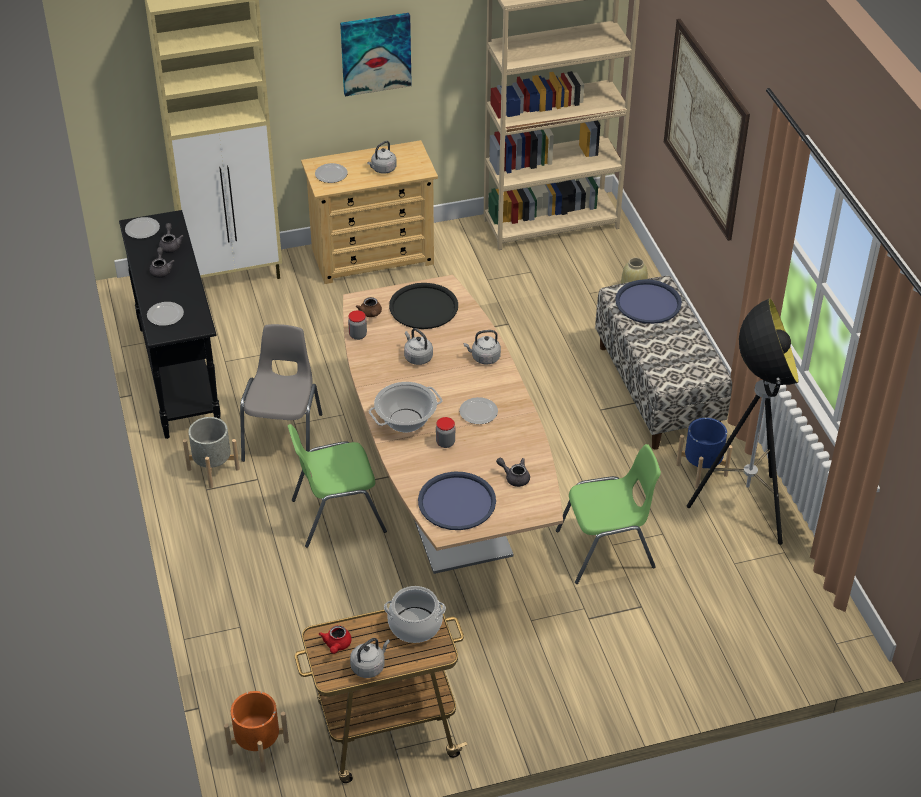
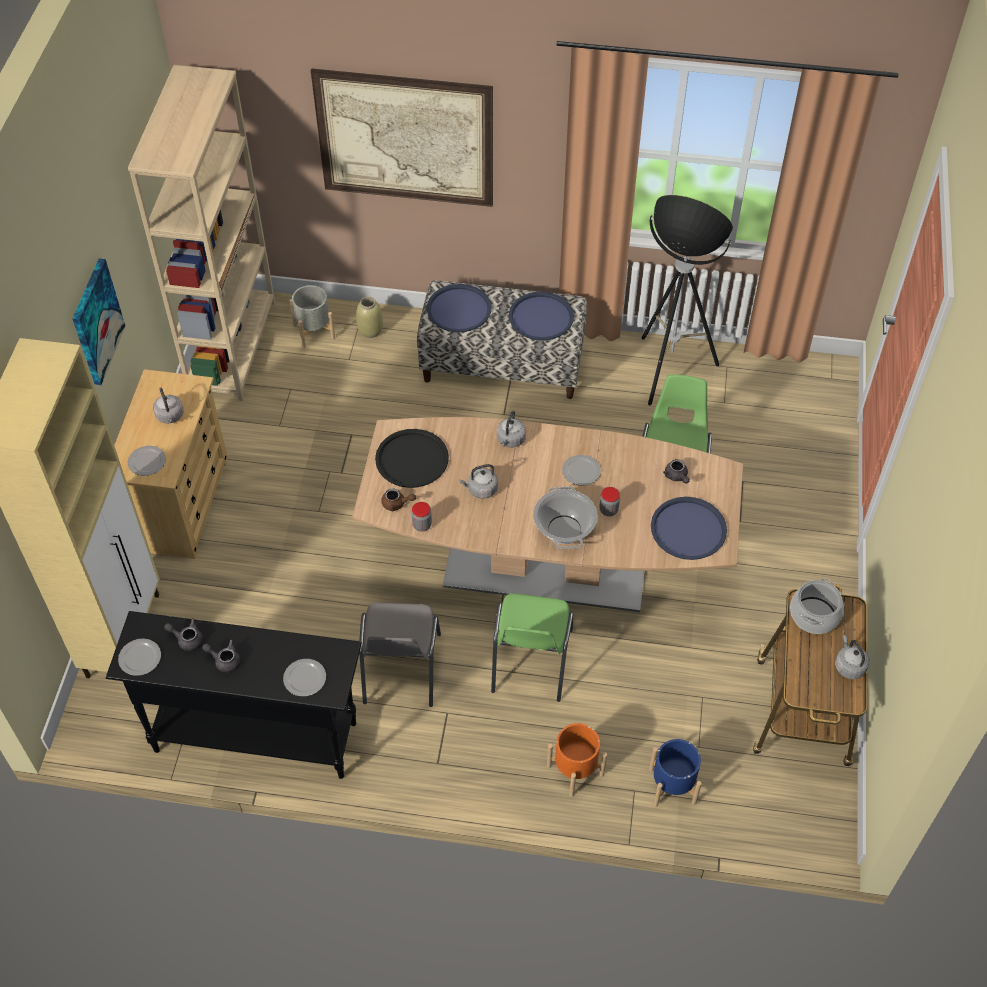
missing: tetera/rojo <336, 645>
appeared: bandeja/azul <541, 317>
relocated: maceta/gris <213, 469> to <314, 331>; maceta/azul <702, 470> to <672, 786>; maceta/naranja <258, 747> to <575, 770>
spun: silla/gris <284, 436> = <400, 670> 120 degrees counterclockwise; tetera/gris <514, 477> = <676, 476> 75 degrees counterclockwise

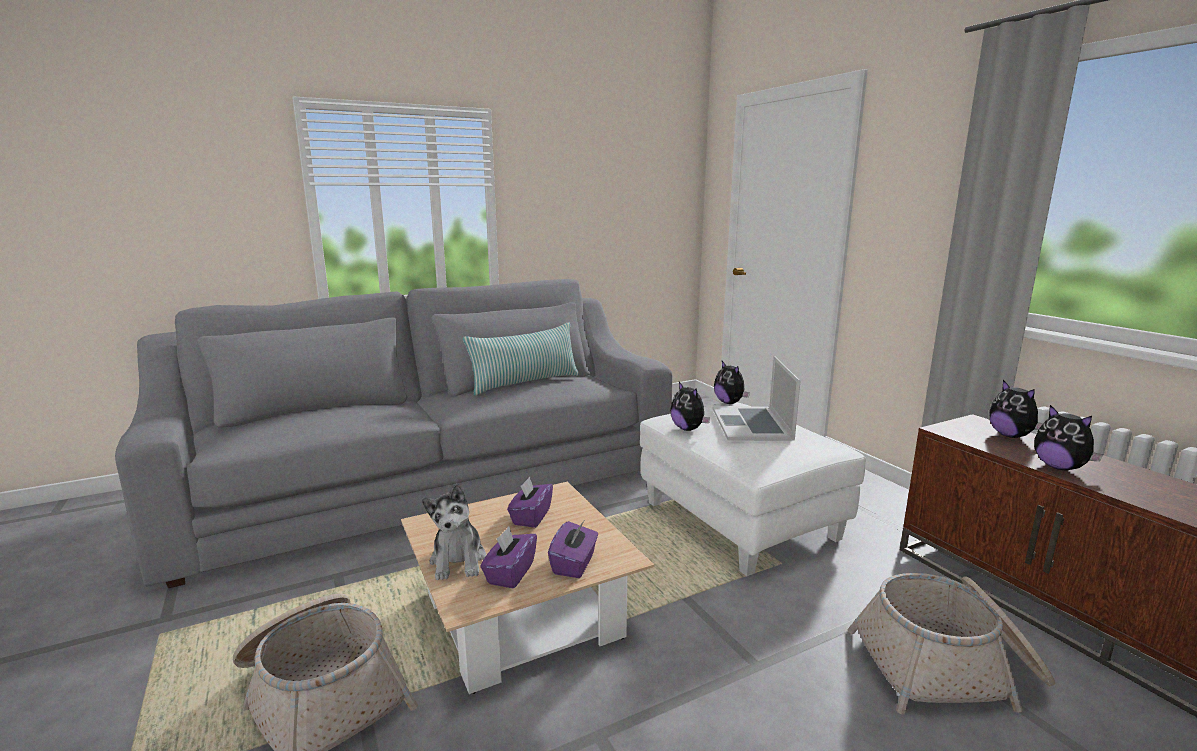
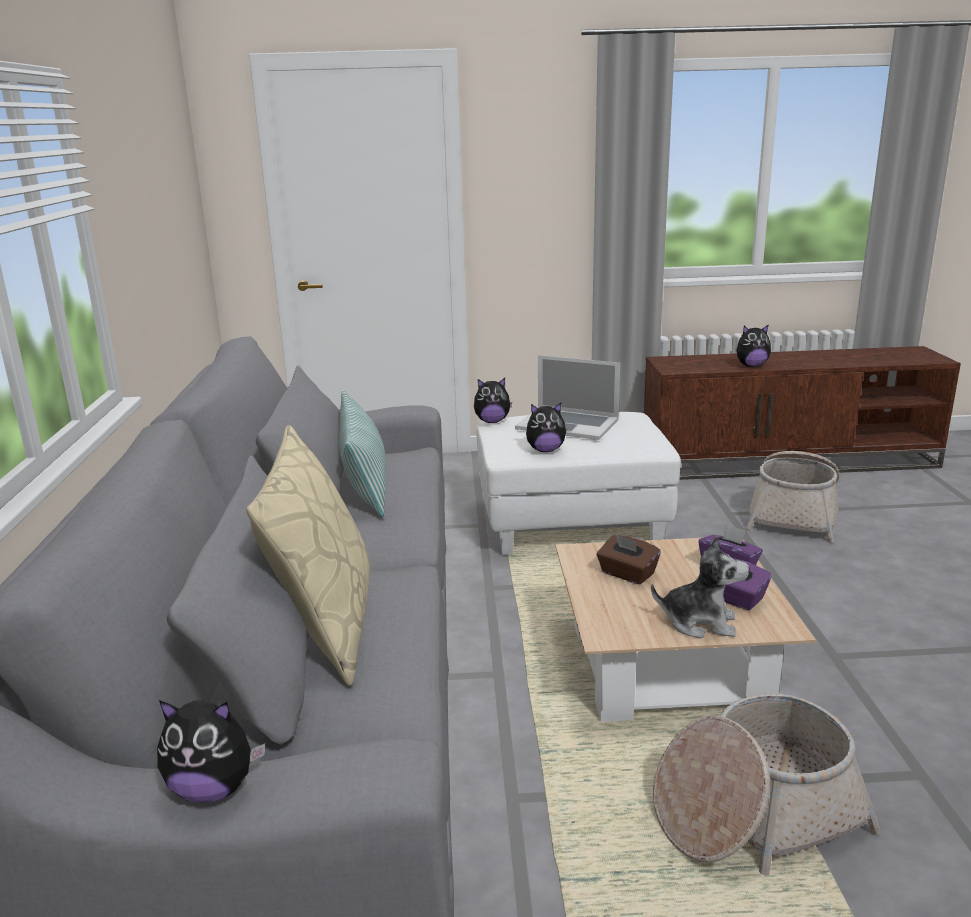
appeared: cojín/beis <325, 625>
relocated: peluche <1011, 436> to <213, 789>
colour: caja de pañuelos/morado <531, 517> to caja de pañuelos/marrón <627, 574>

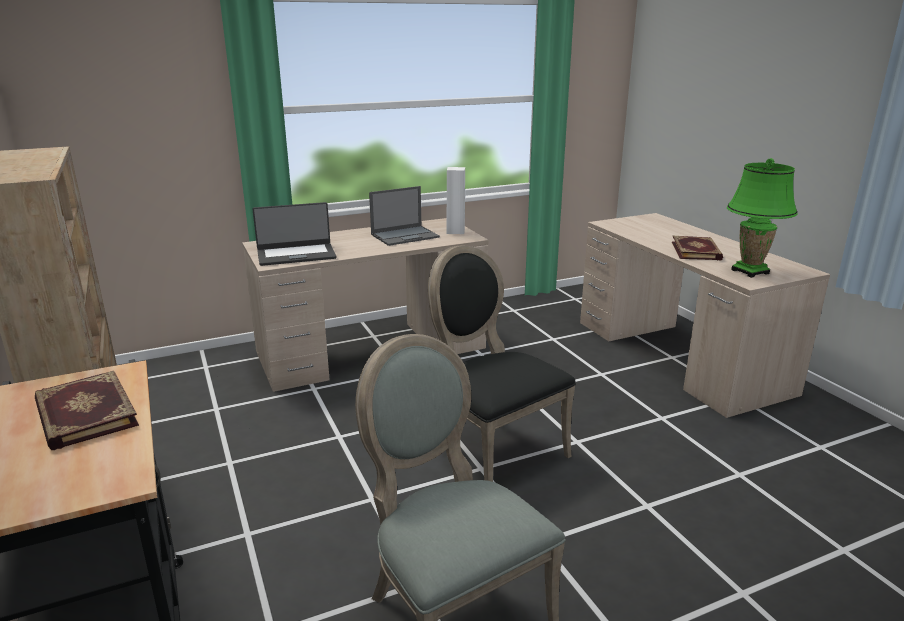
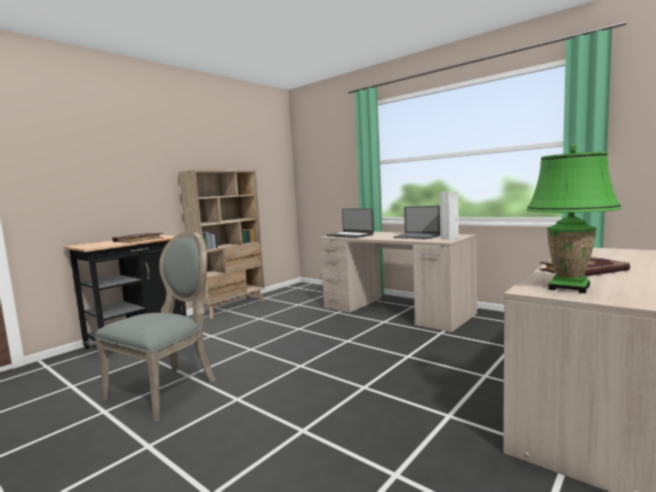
missing: silla/negro <493, 449>

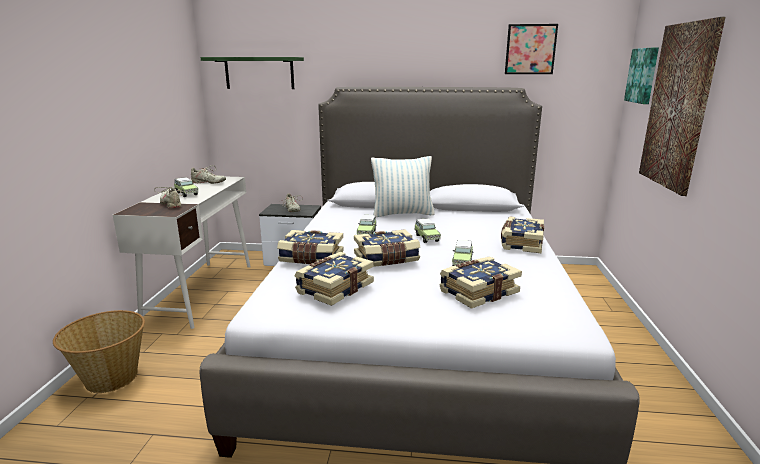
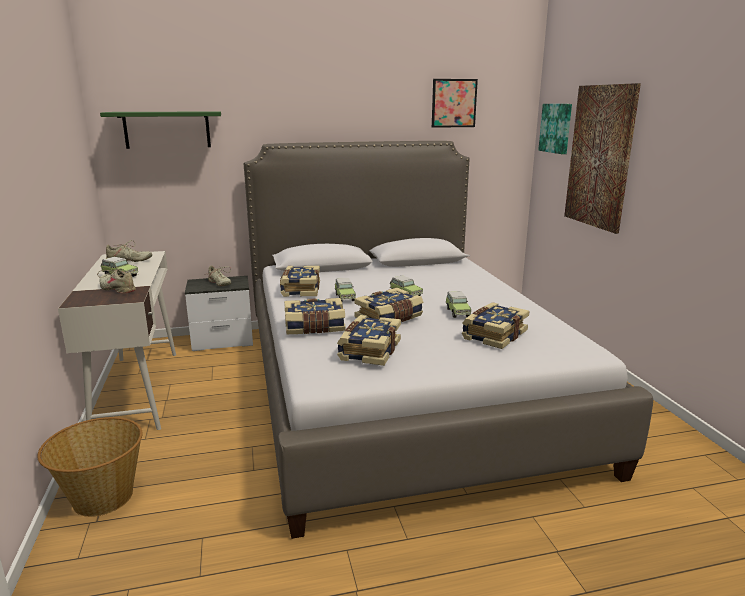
missing: cojín <402, 214>
relocated: libro <521, 243> to <300, 289>

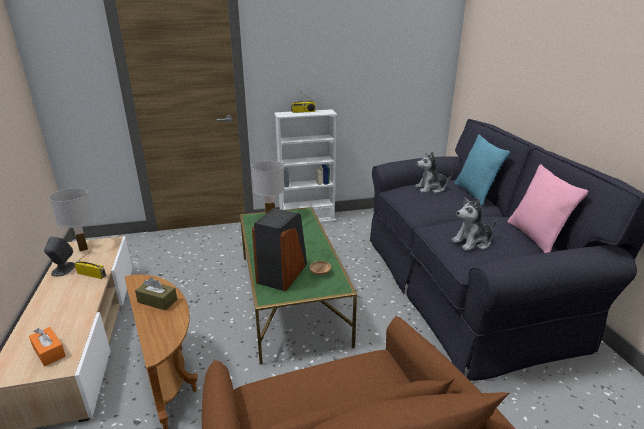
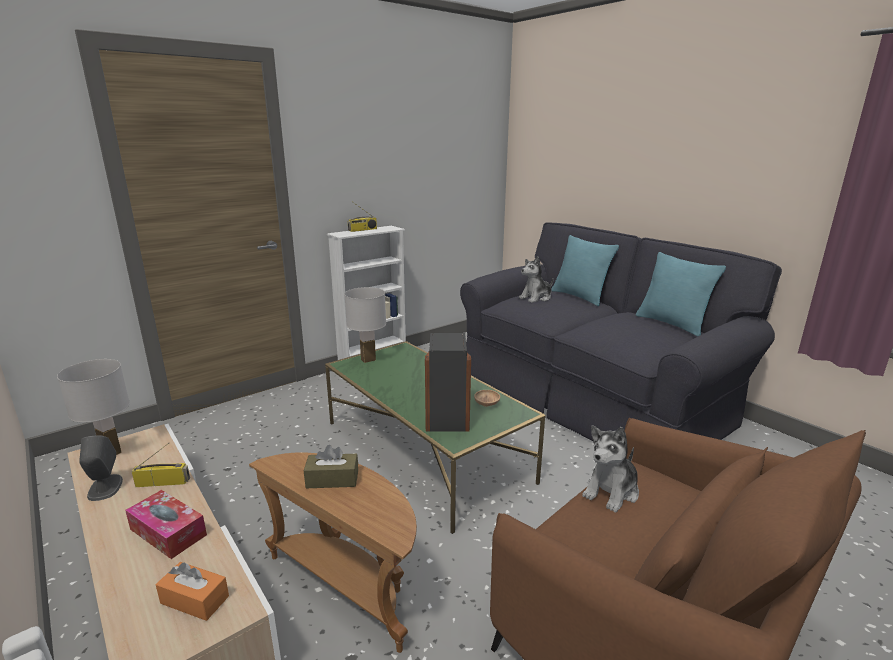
appeared: caja de pañuelos <168, 532>
relocated: peluche <472, 242> to <611, 491>
colour: cojín/rosa <535, 237> to cojín/turquesa <671, 324>

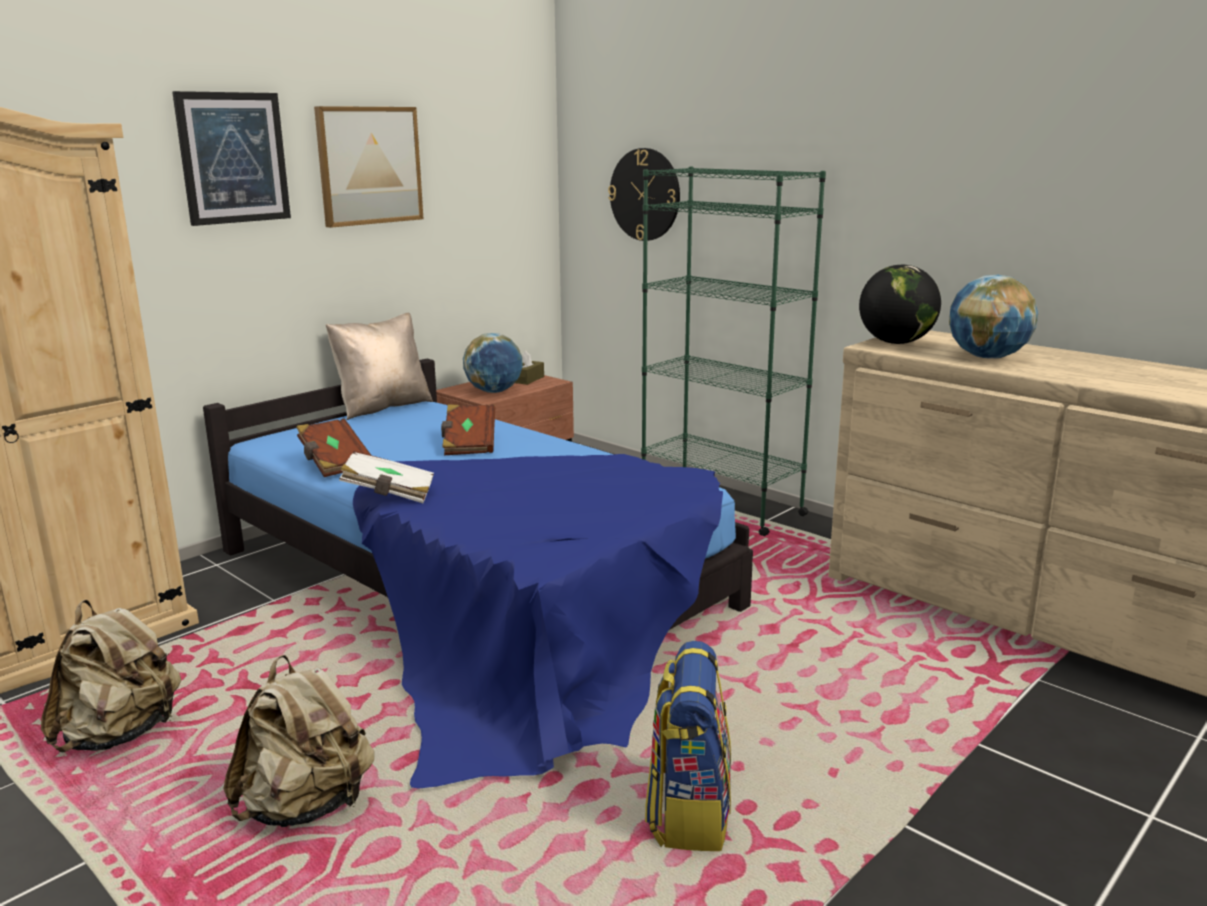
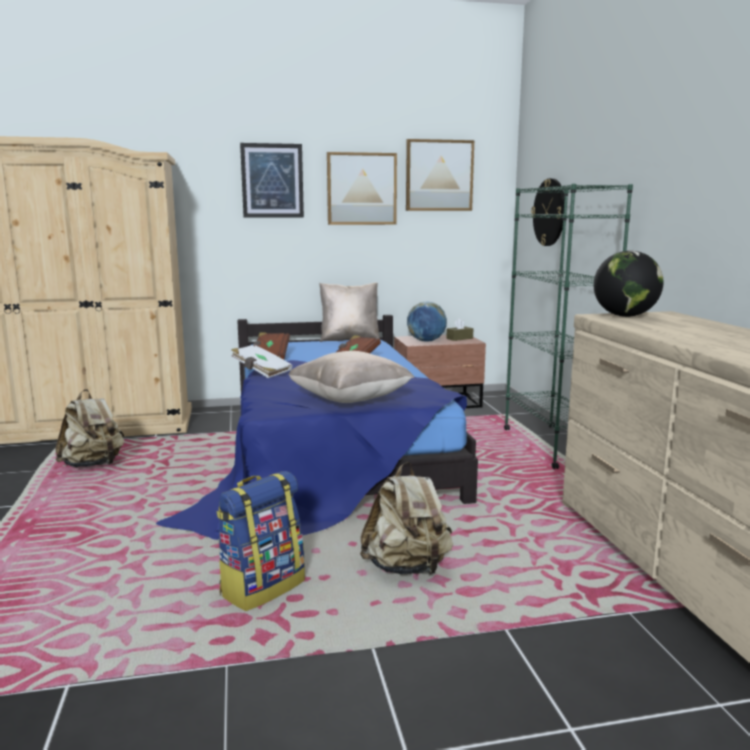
missing: globo terráqueo <987, 357>
appeared: cuadro <439, 175>; cojín/beis <350, 400>
relocated: mochila/beis <307, 806> to <407, 568>

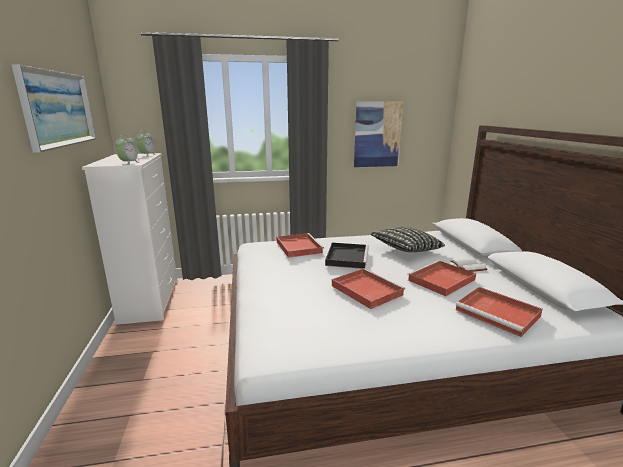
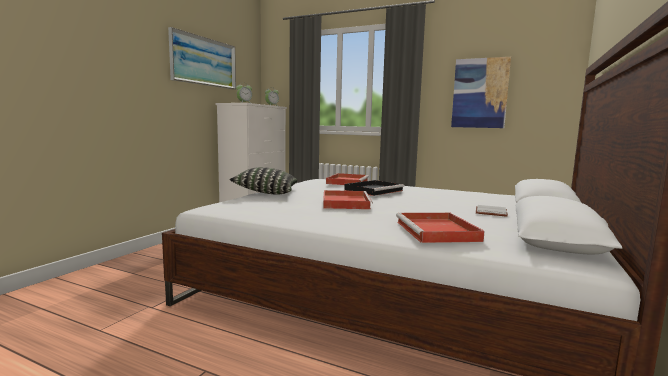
missing: bandeja/rojo <441, 280>
relocated: cojín <405, 250> to <266, 193>

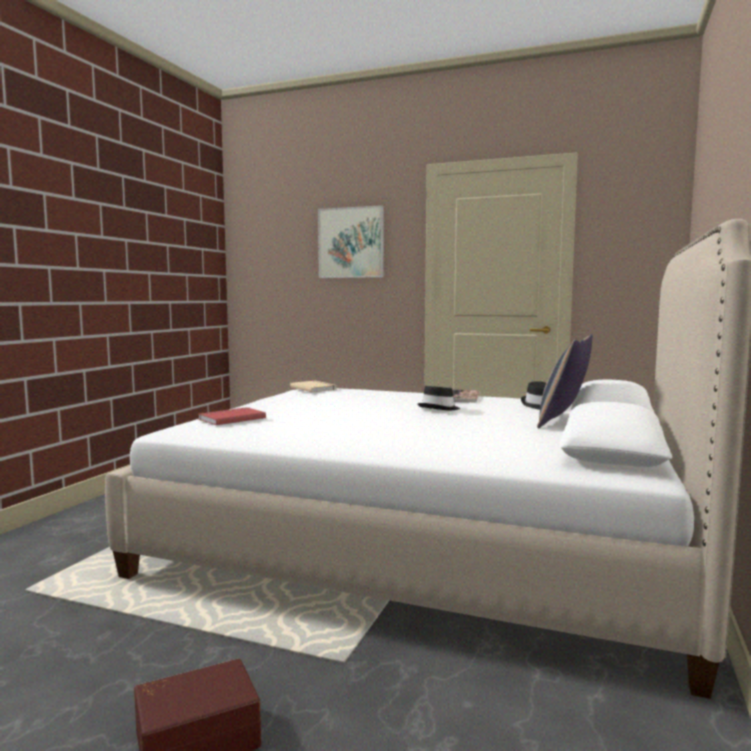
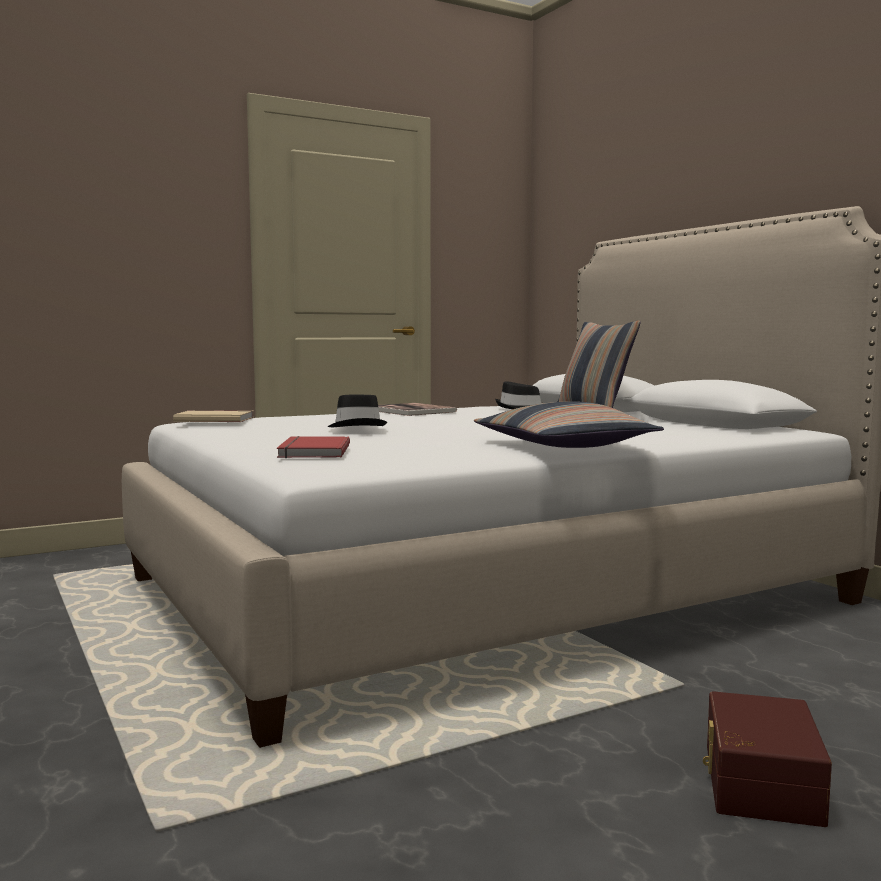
missing: cuadro <351, 242>
appeared: cojín <564, 446>
relocated: sombrero/negro <440, 408> to <357, 427>

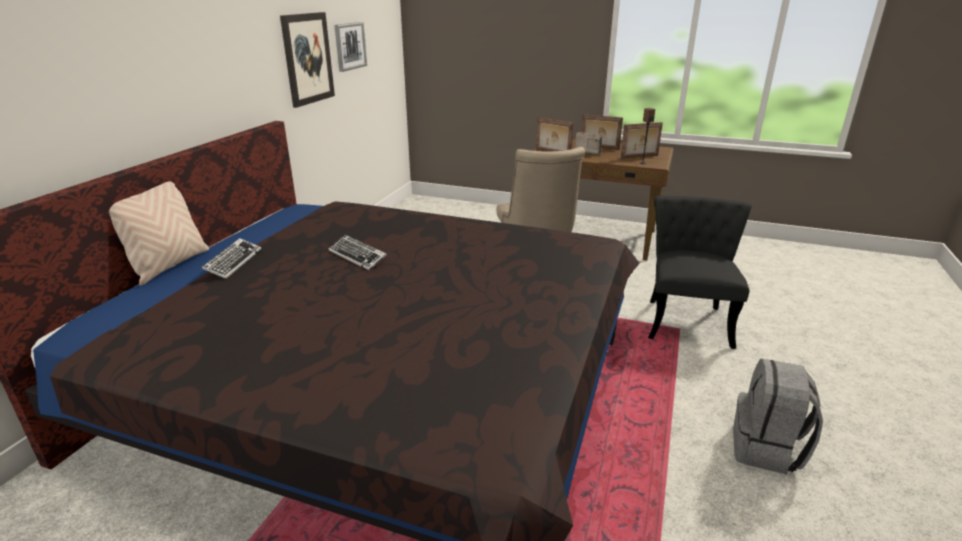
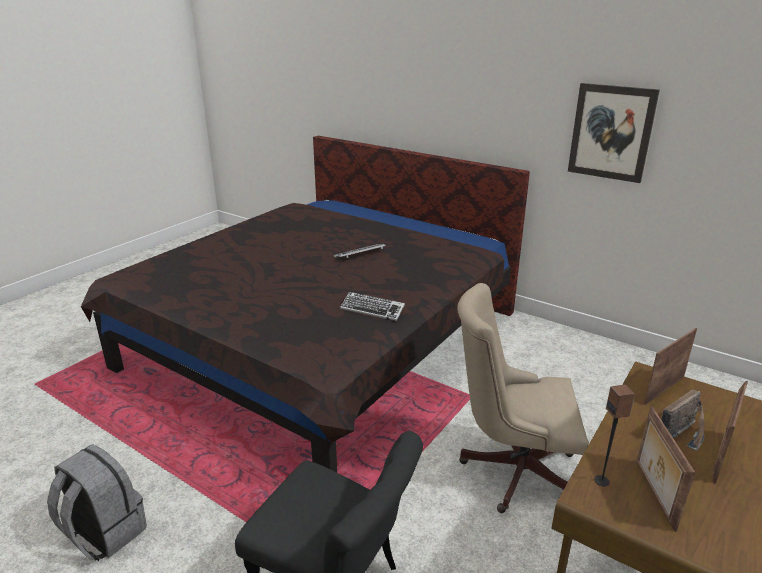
missing: cuadro <350, 46>; cojín/beis <169, 265>
relocated: teclado <233, 262> to <372, 310>

